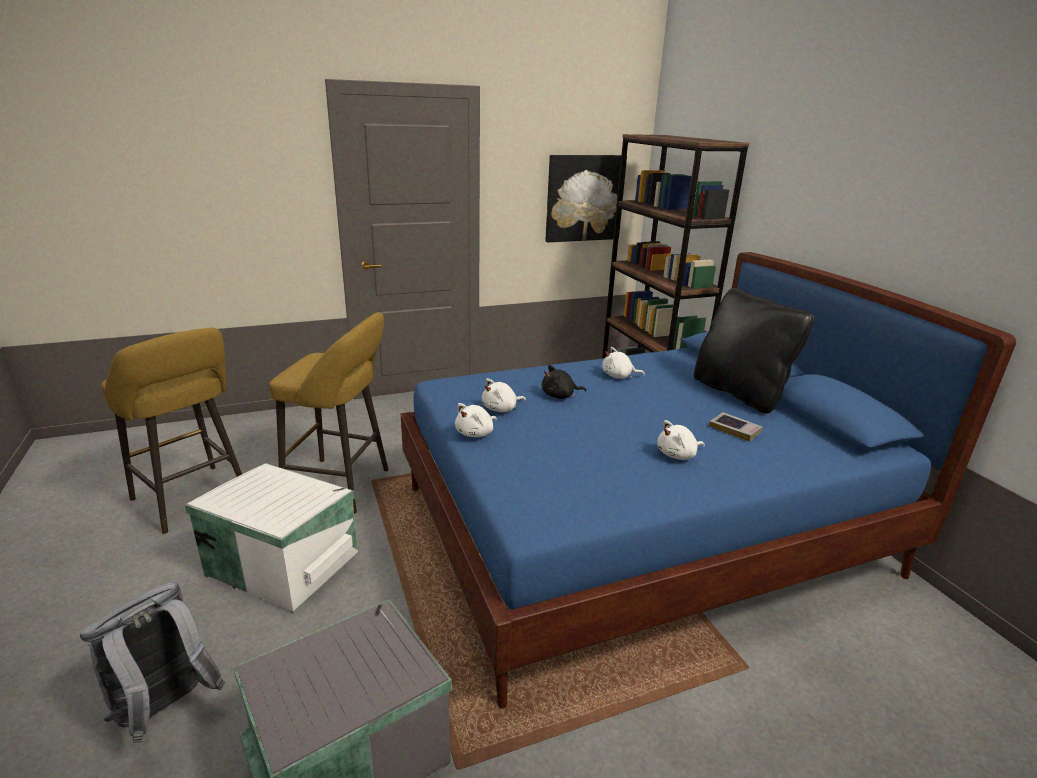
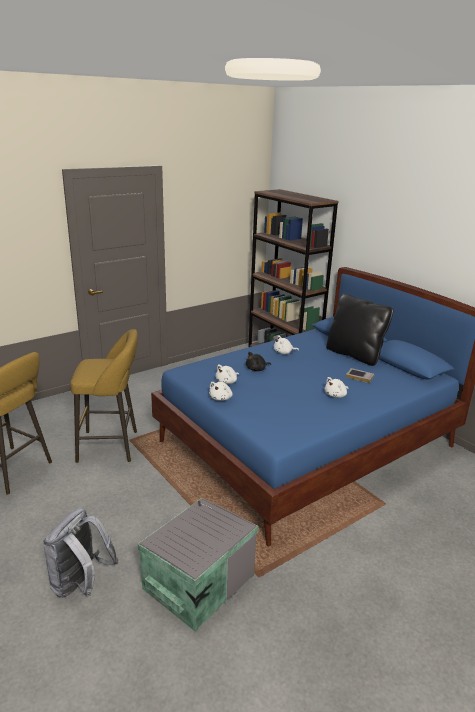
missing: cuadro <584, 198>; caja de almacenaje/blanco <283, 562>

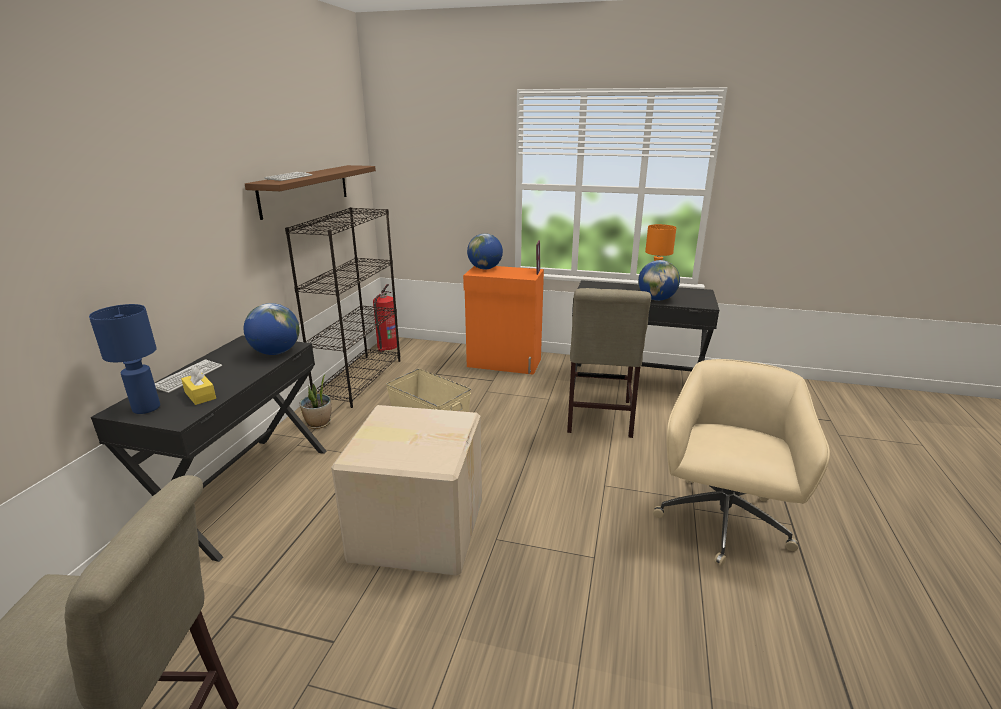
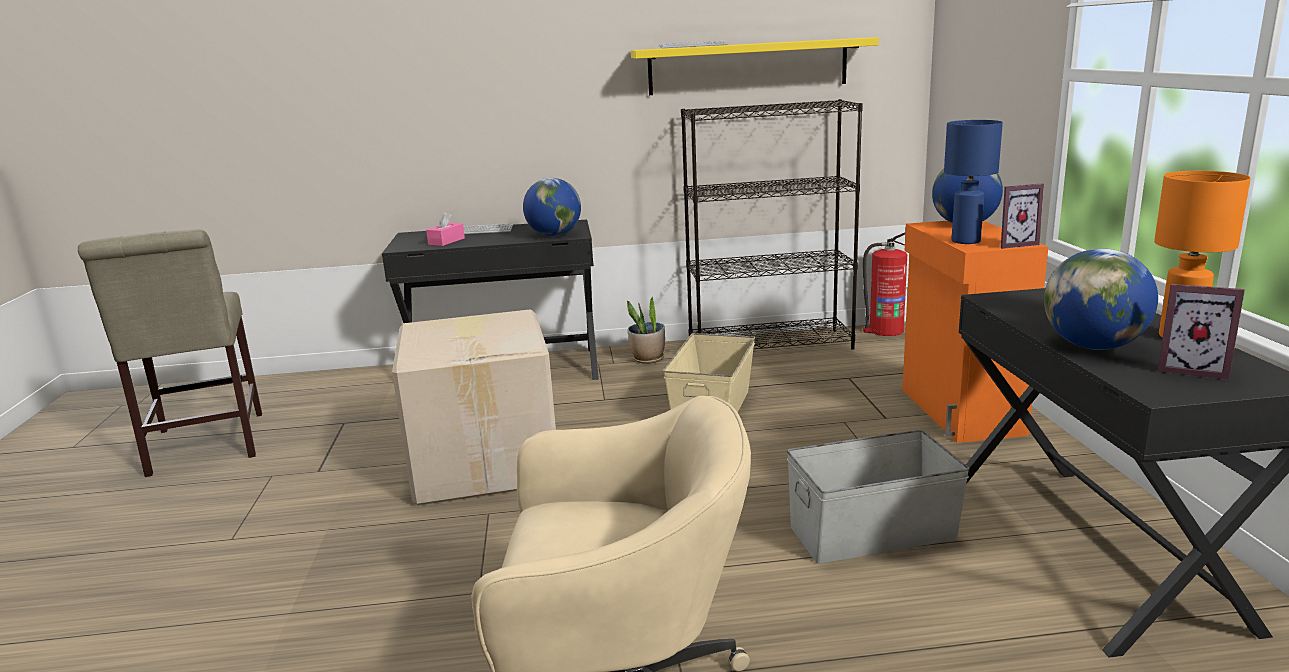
appeared: portarretratos <1191, 369>
relocated: lámpara de mesa/azul <147, 408> to <966, 241>
exchanged: silla/beis <598, 419> to caja de almacenaje/gris <871, 532>
colour: estante/marrón <305, 190> to estante/amarillo <748, 66>; caja de pañuelos/amarillo <200, 395> to caja de pañuelos/rosa <446, 241>

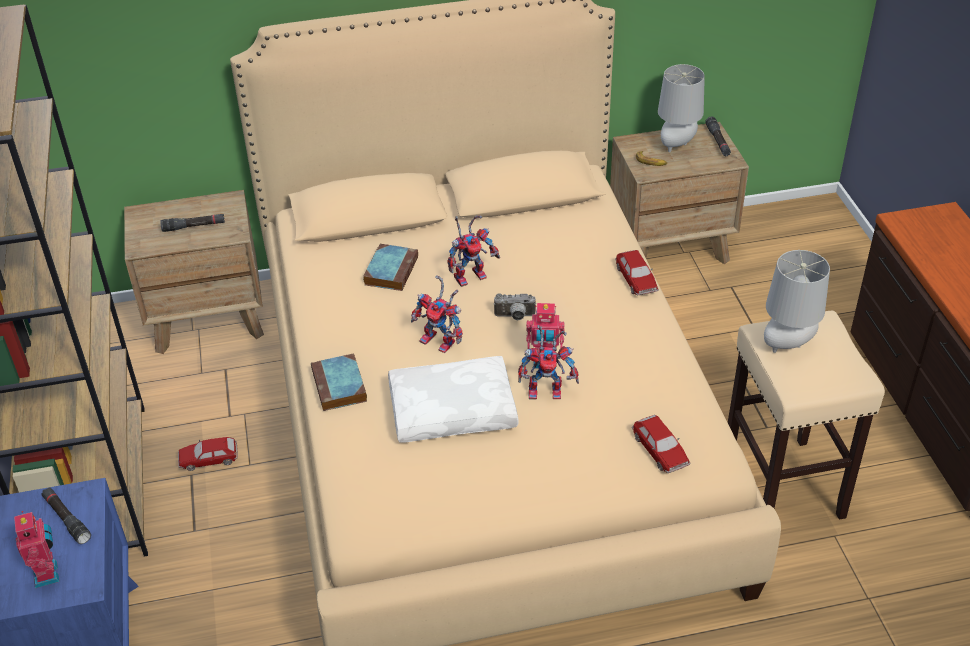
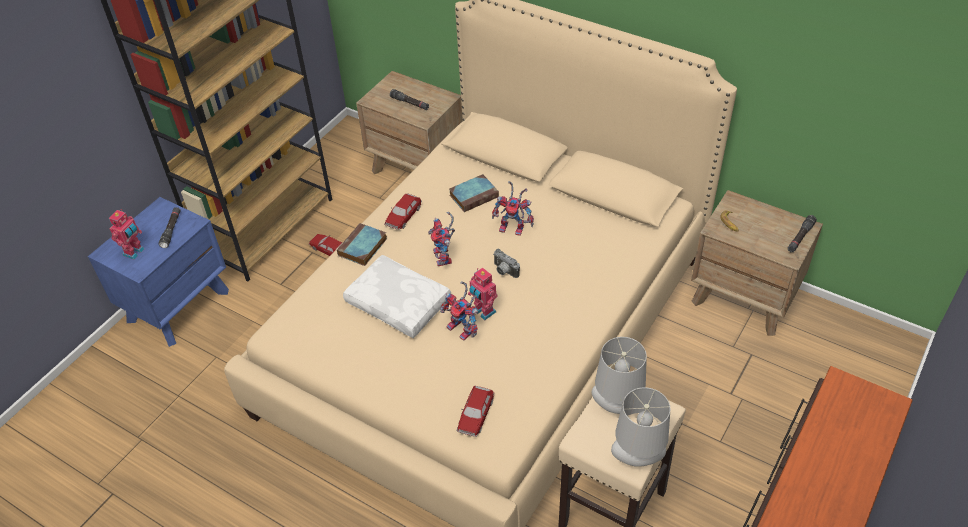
relocated: lámpara de mesa/gris <677, 145> to <637, 459>; coche de juguete <636, 279> to <403, 216>

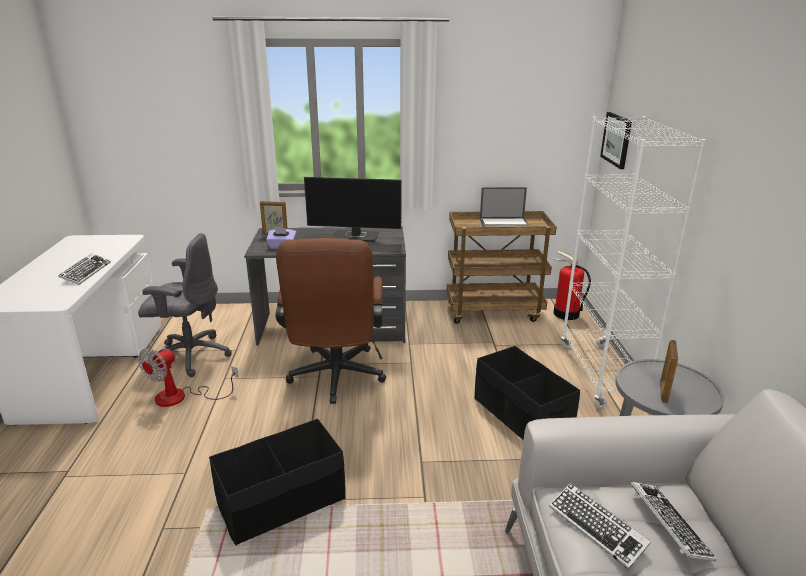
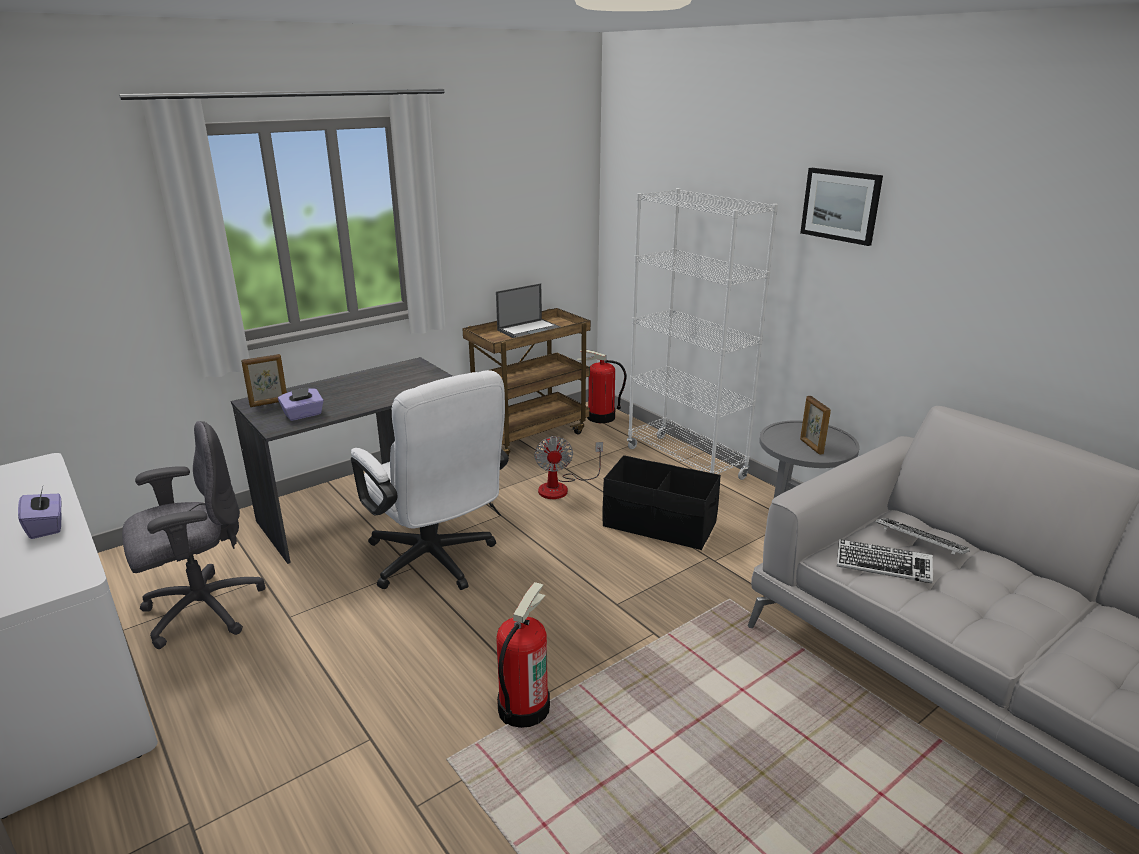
missing: monitor <356, 236>
relocated: cuadro <617, 139> to <841, 205>; ventilador <181, 397> to <561, 487>
exchanged: teclado <86, 272> to caja de pañuelos/morado <47, 526>; caja de almacenaje/negro <282, 502> to extintor <523, 708>
colour: silla de oficina/marrón <336, 379> to silla de oficina/blanco <436, 563>

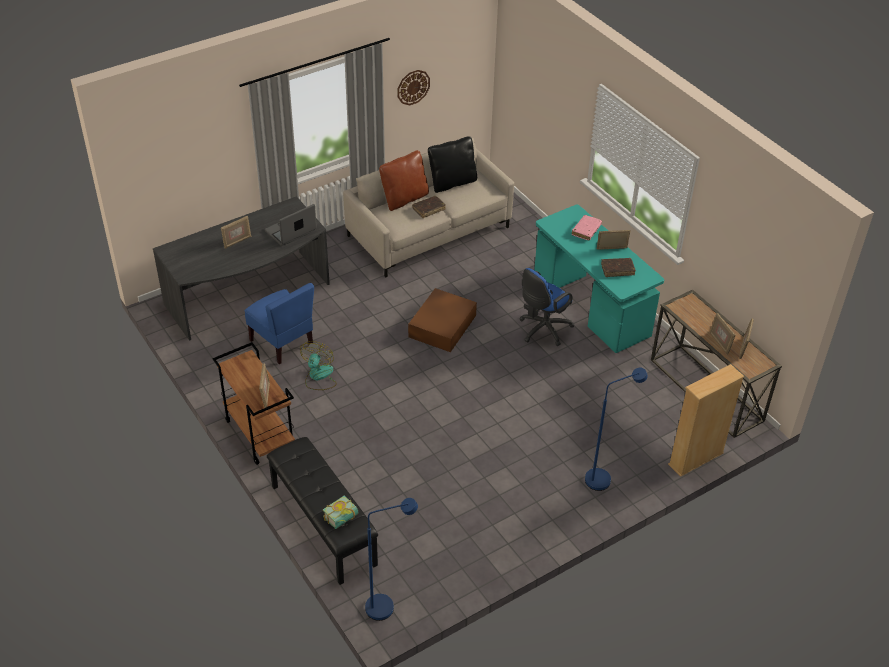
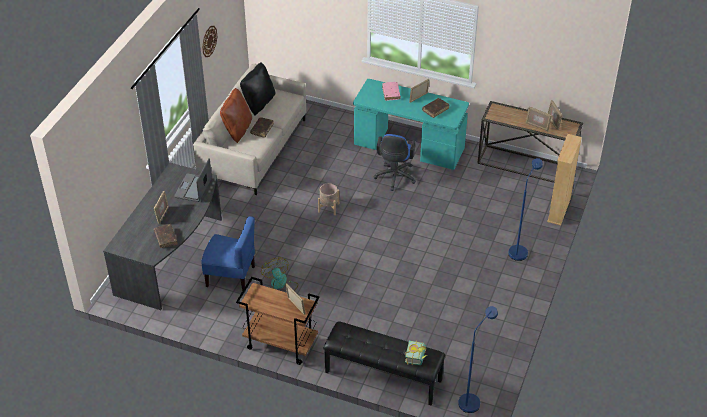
appeared: libro/marrón <166, 238>
exchanged: caja de almacenaje/marrón <443, 325> to maceta/beis <328, 208>

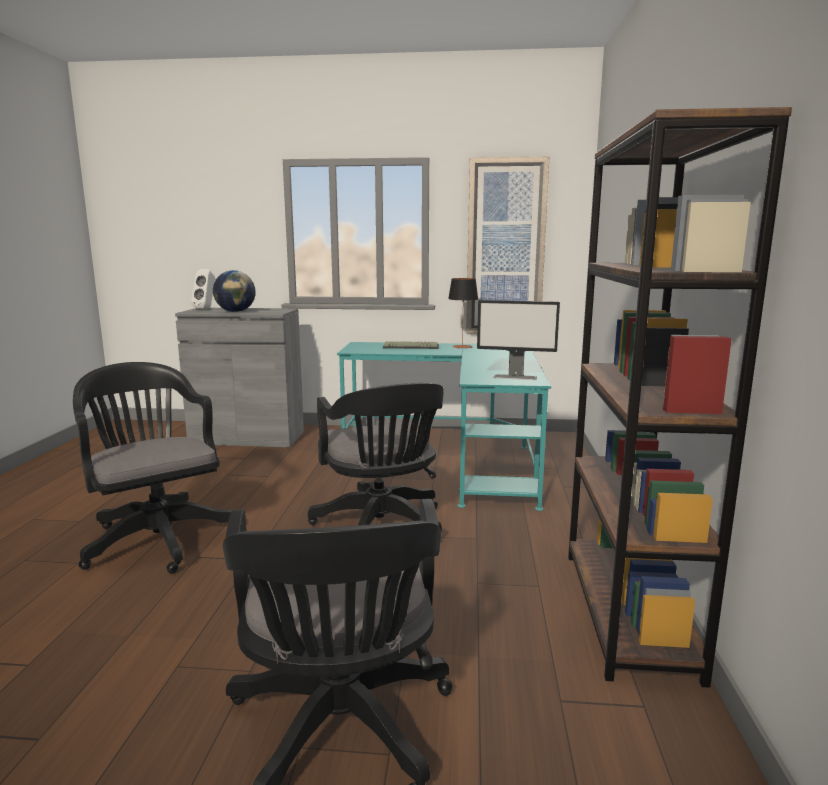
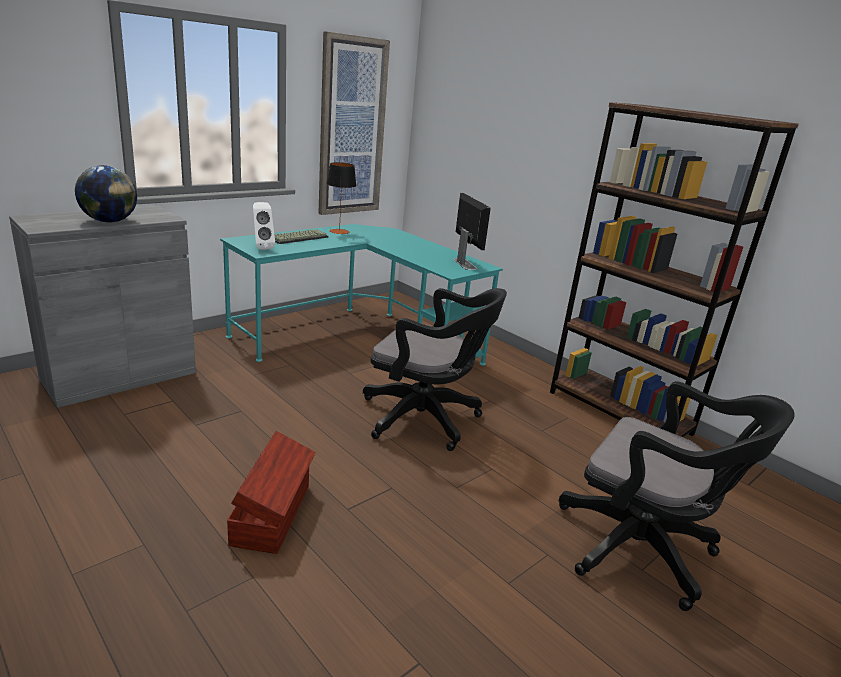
relocated: altavoz/blanco <206, 308> to <261, 247>
exchanged: silla de oficina/negro <157, 537> to caja de almacenaje/marrón <273, 514>
spun: monitor <515, 377> = <464, 263> 75 degrees counterclockwise

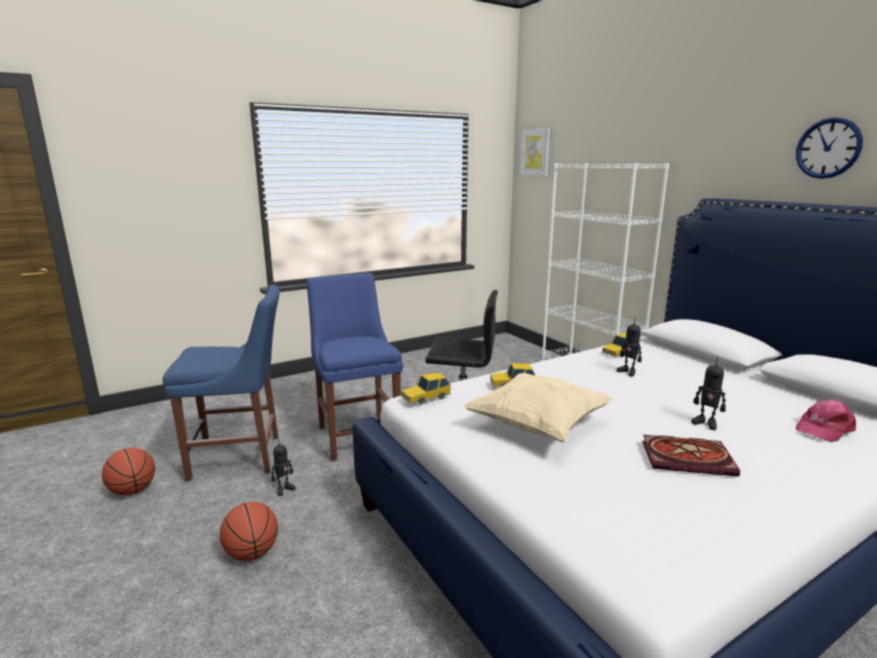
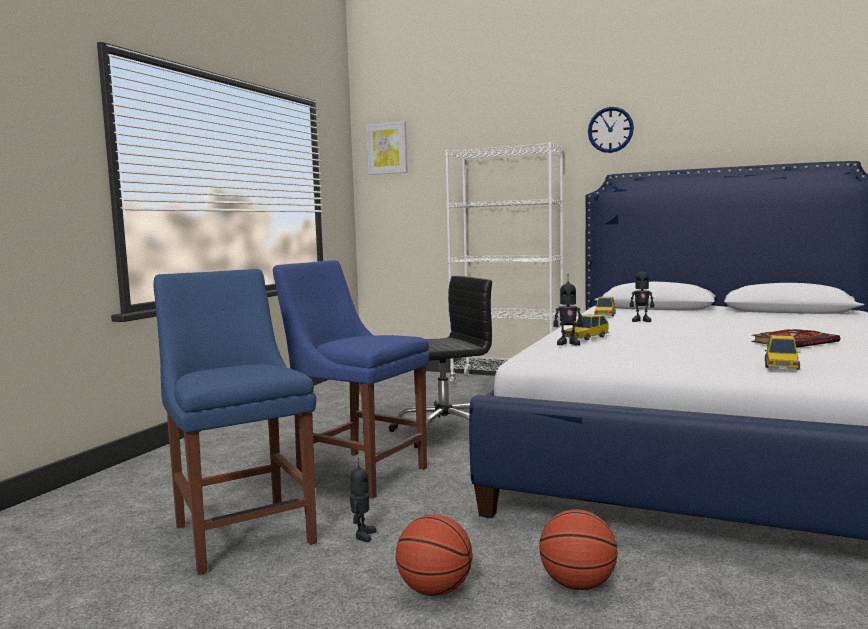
missing: cojín/beis <537, 426>; gorra/rosa <823, 428>
relocated: reloj de pared <828, 148> to <610, 130>; robot de juguete <705, 423> to <568, 343>; coche de juguete <426, 397> to <781, 365>; balón de baloncesto <132, 491> to <577, 585>
spun: silla/azul <241, 457> = <242, 531> 75 degrees counterclockwise

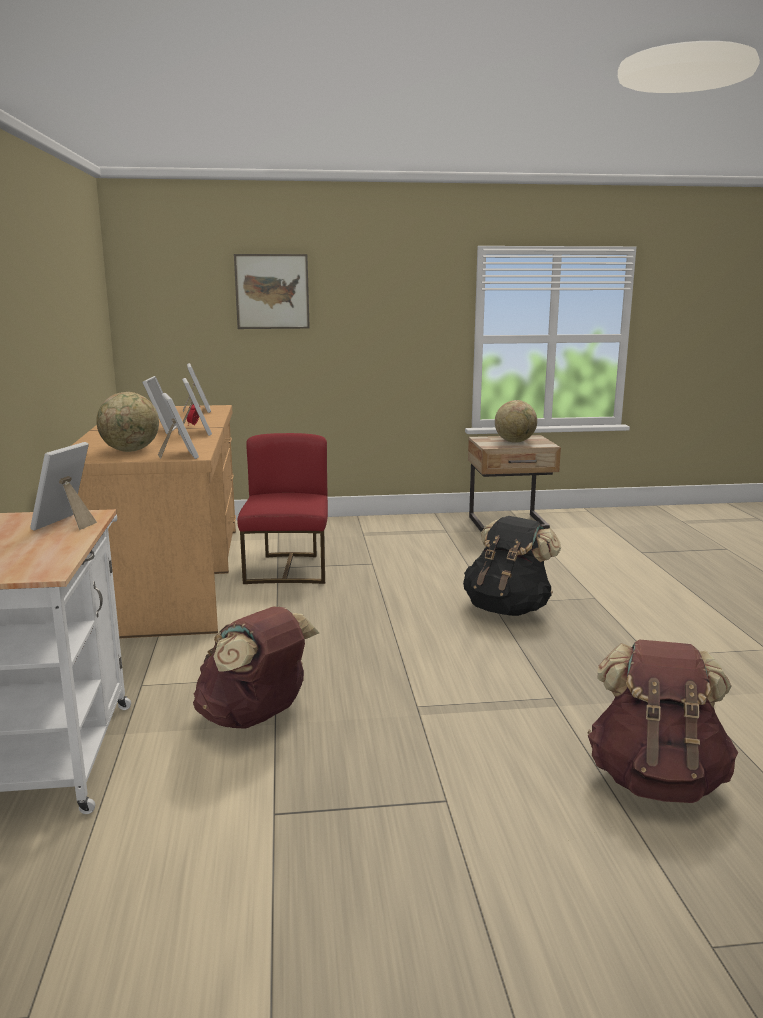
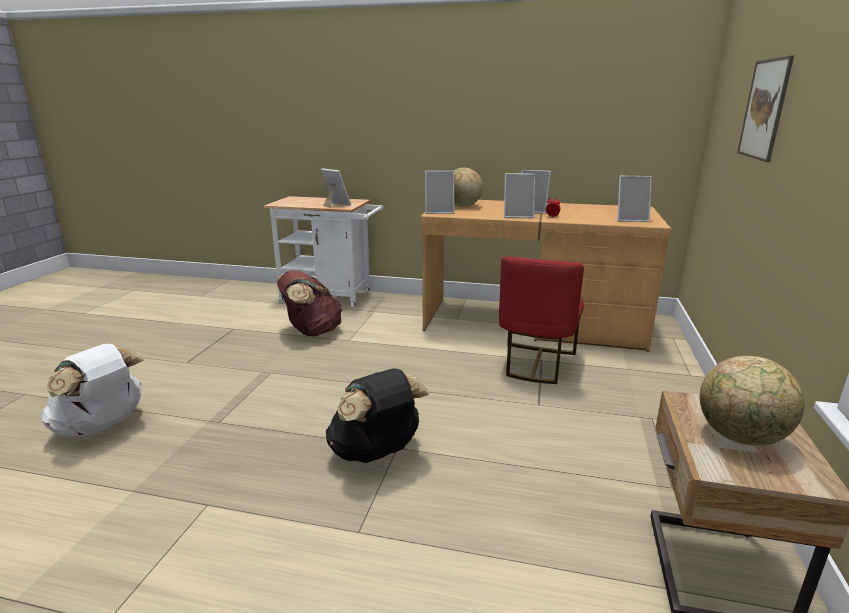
colour: mochila/marrón <656, 779> to mochila/blanco <102, 426>
spun: silla/rojo <288, 569> = <535, 363> 90 degrees clockwise

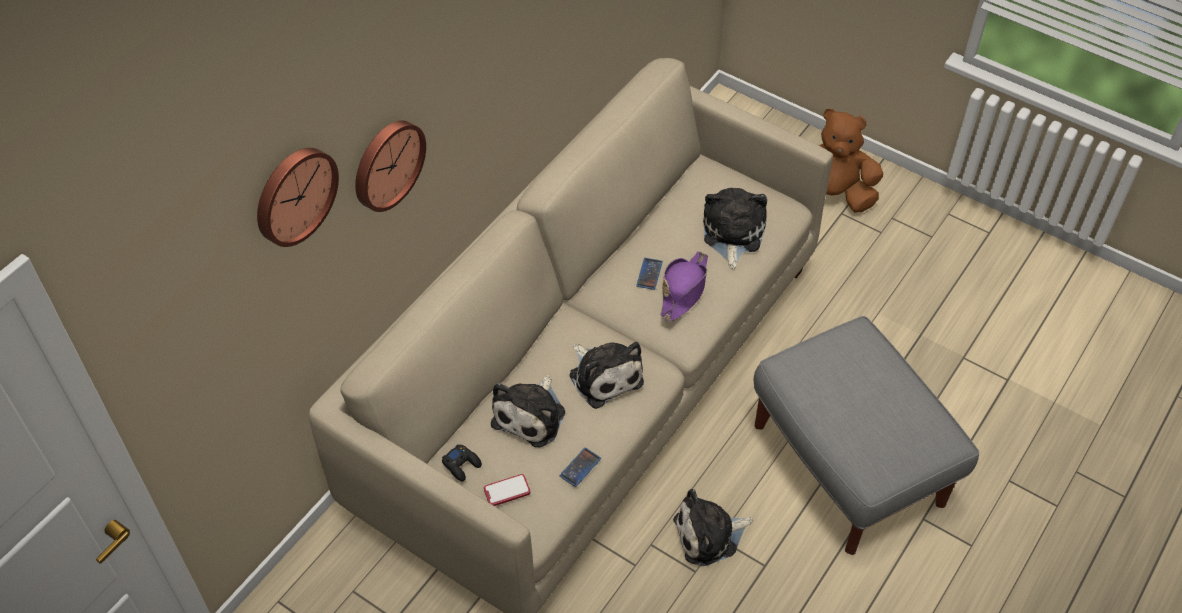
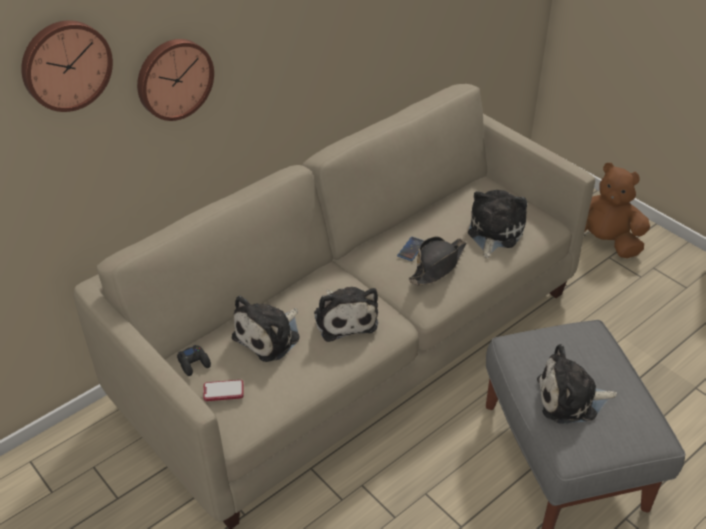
missing: móvil <580, 467>
relocated: peluche <709, 535> to <571, 399>
colour: sombrero/morado <684, 290> to sombrero/negro <437, 266>

